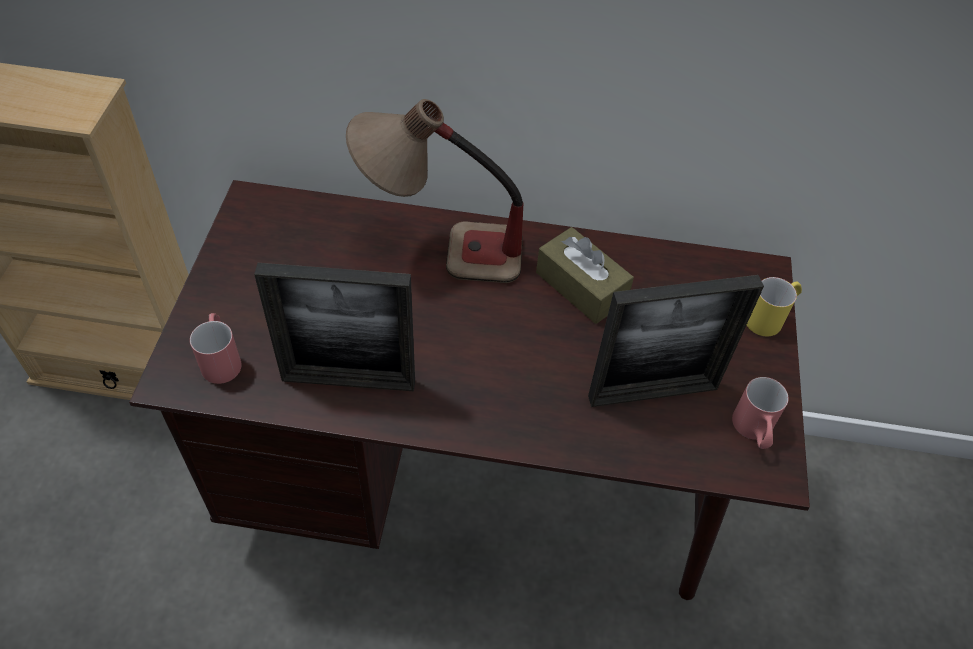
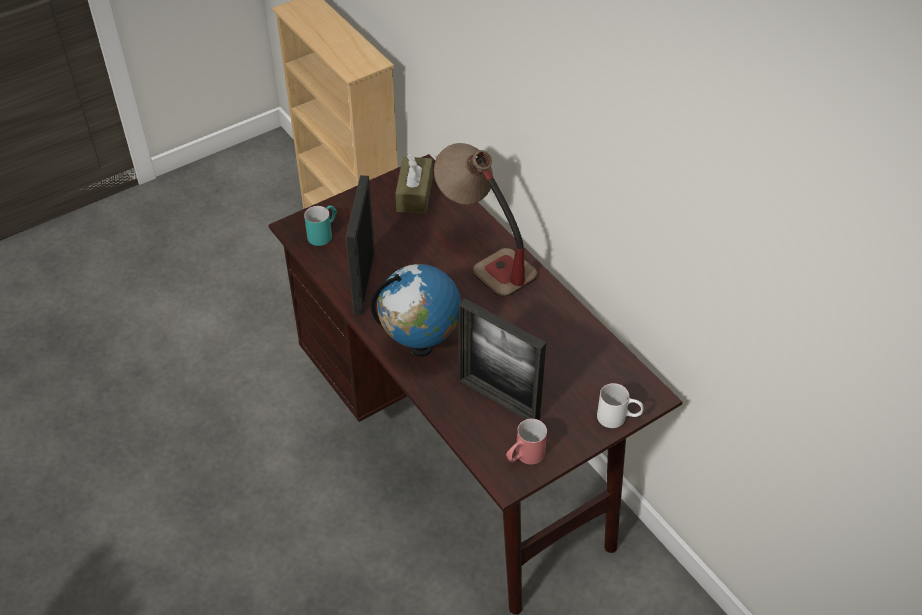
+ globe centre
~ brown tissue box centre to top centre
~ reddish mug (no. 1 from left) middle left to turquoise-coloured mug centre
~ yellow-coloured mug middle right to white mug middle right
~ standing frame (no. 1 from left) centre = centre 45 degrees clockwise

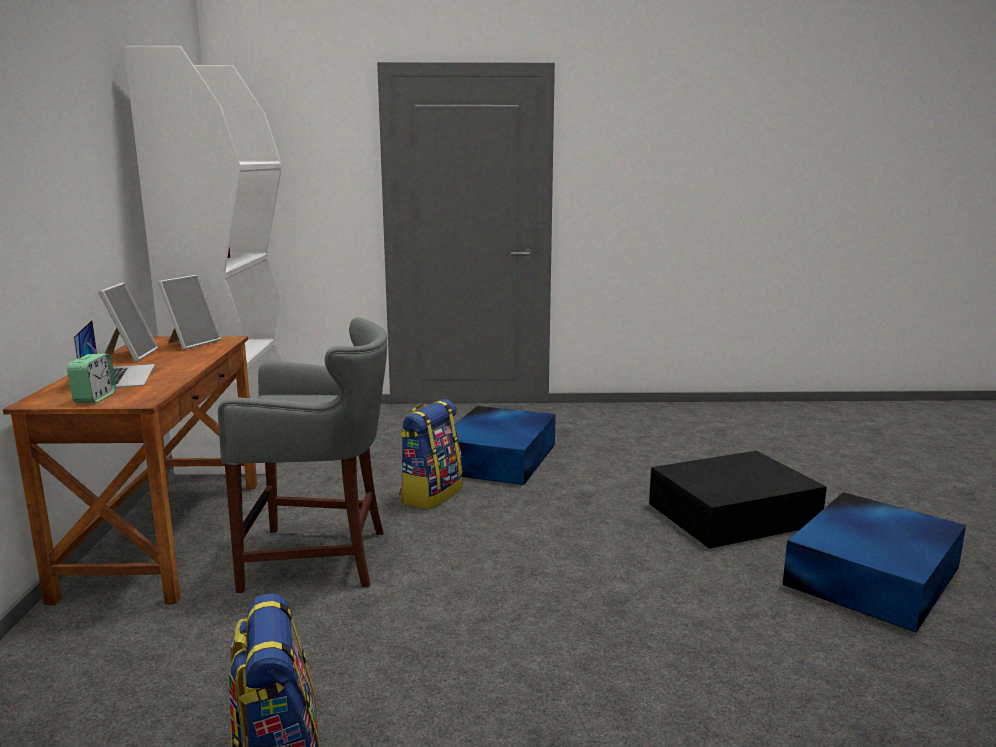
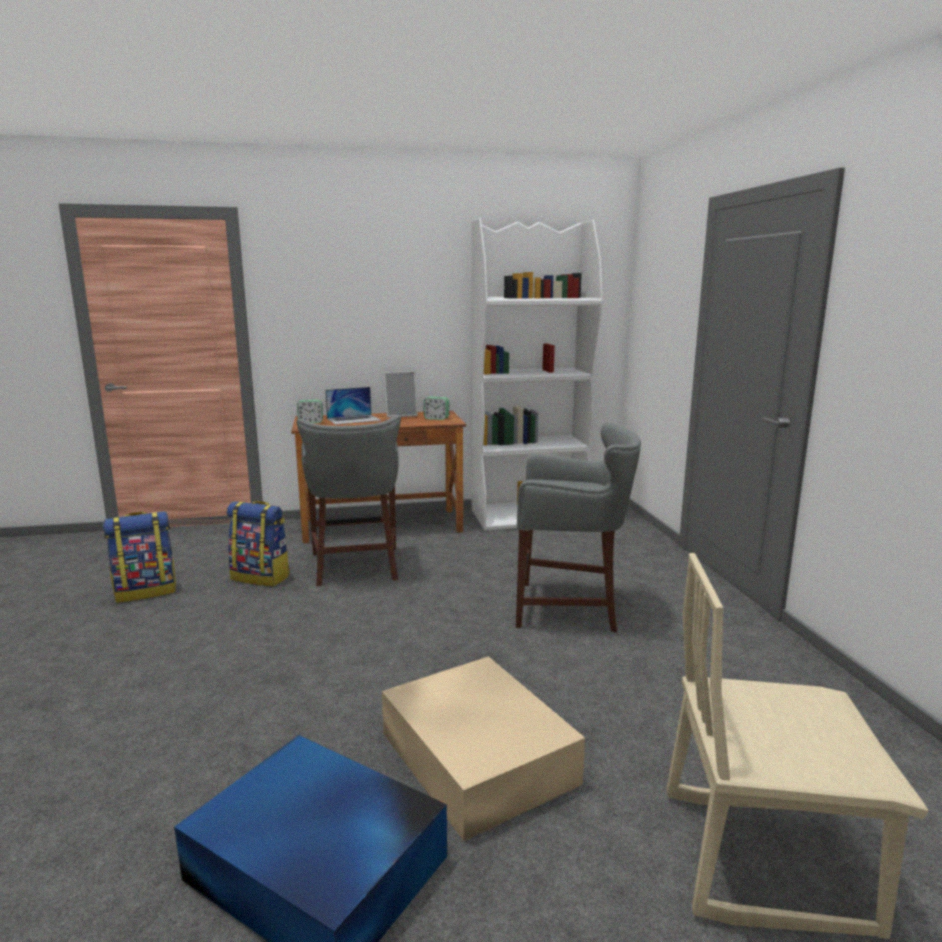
+ beige upright chair bottom right
~ knapsack (no. 2 from left) centre to middle left
~ standing frame (no. 2 from left) middle left to bedside clock (no. 2 from left) centre
~ blue storage bin (no. 1 from left) centre to grey stool seat (no. 2 from left) centre
~ blackish storage bin bottom right to beige storage bin bottom centre

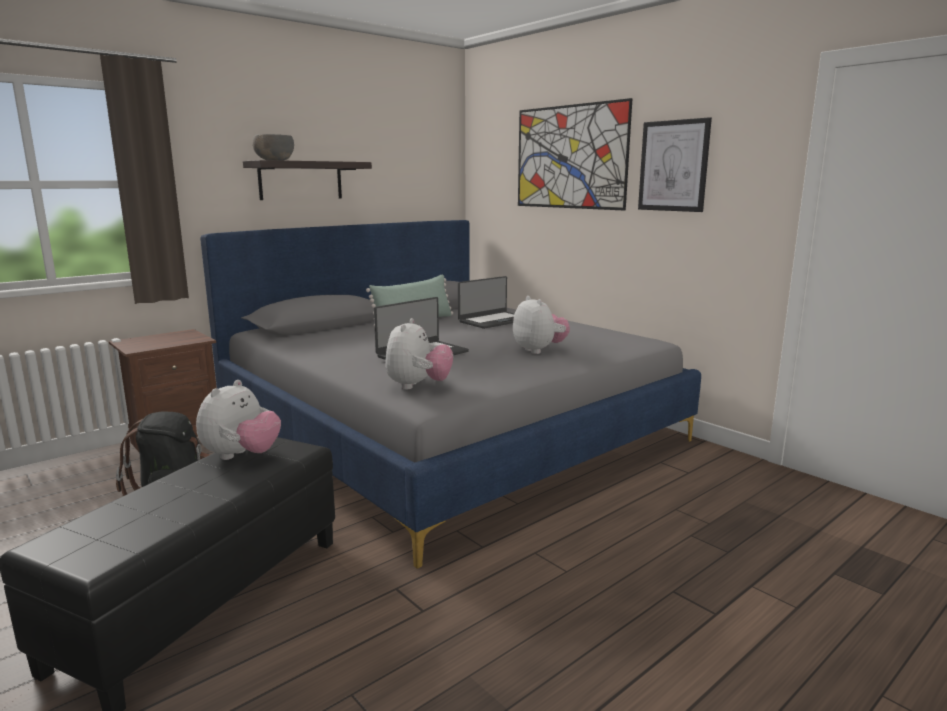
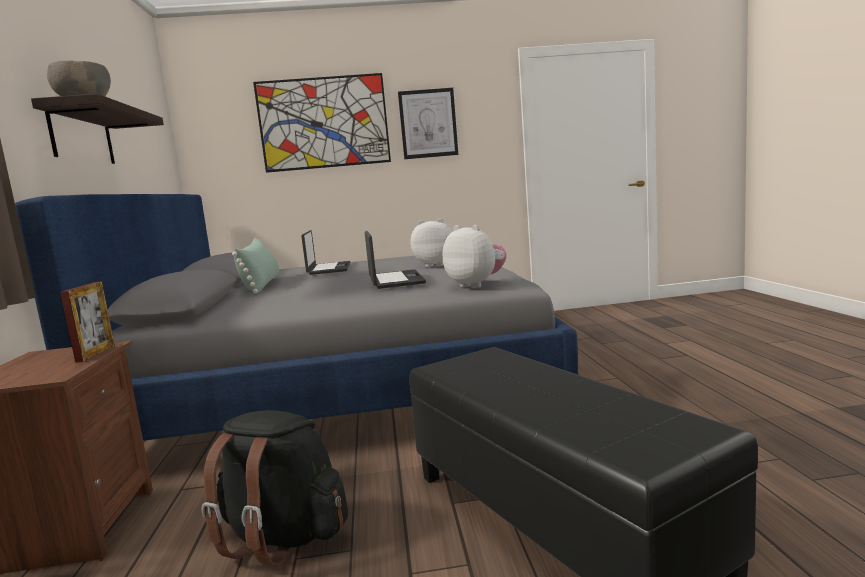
- plush toy (no. 1 from left) middle left
+ standing frame middle left

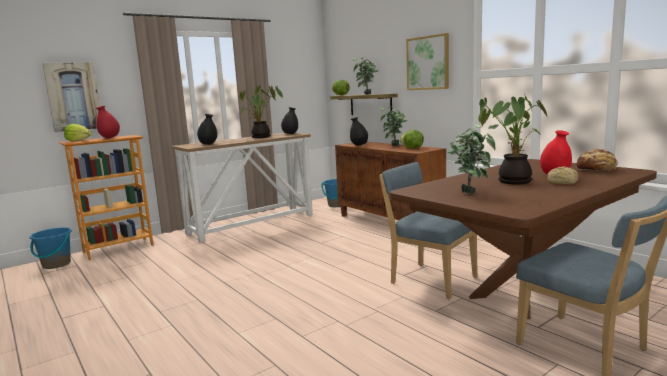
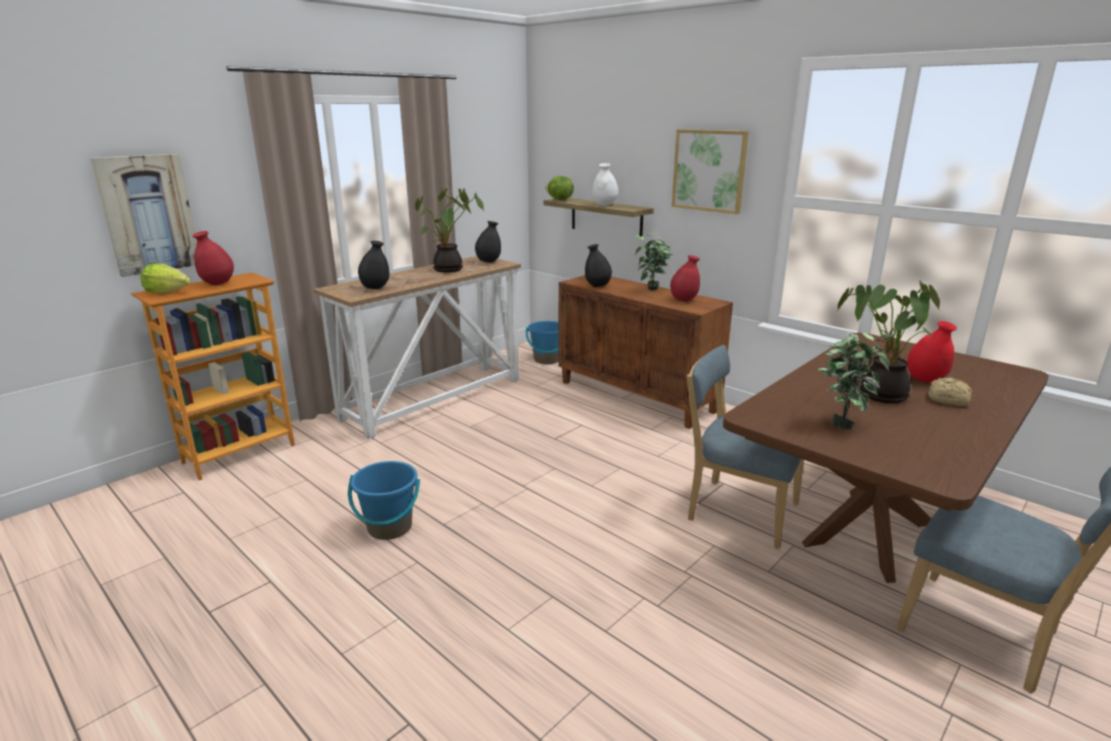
- baked bread (no. 2 from left) middle right
~ blue bucket (no. 1 from left) middle left to bottom centre
~ potted plant (no. 2 from left) top centre to white flower vase top centre
~ head of lettuce (no. 3 from left) centre to reddish flower vase (no. 2 from left) centre

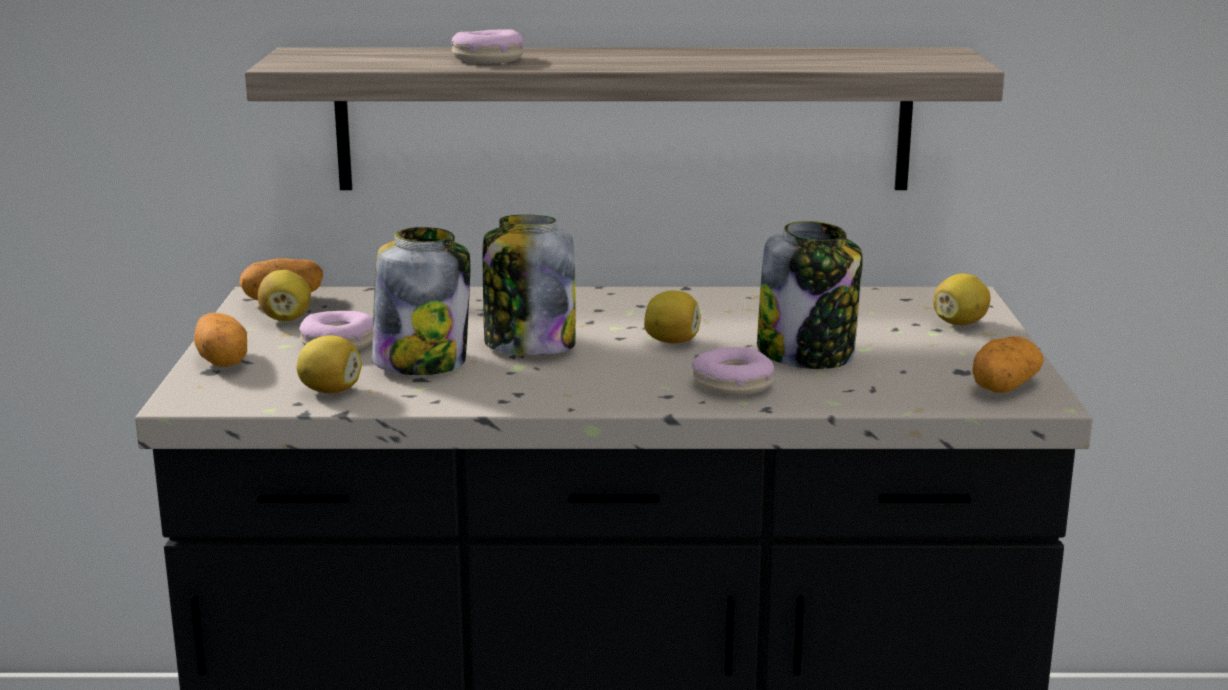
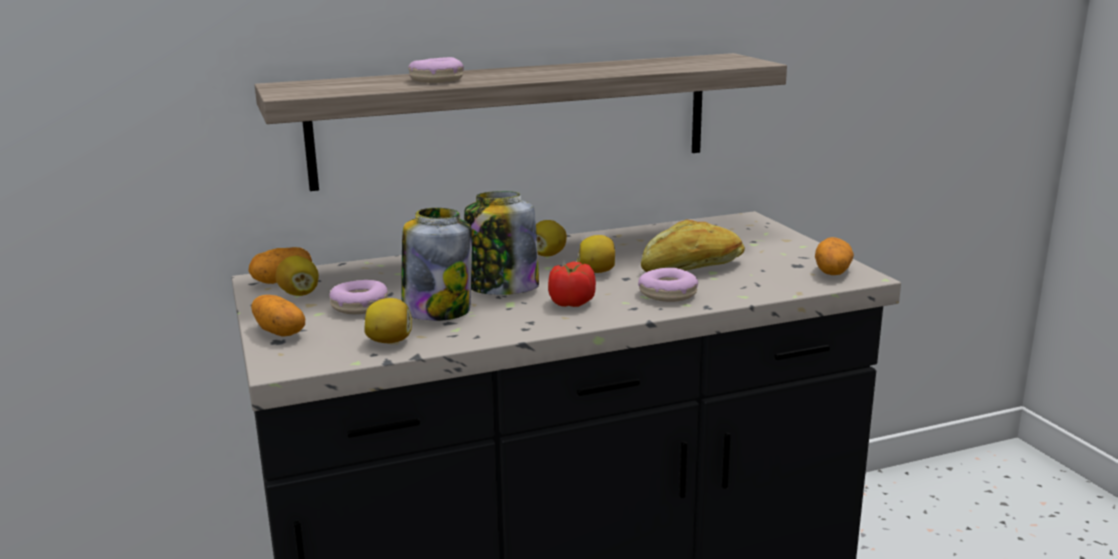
+ fresh tomato centre
~ lemon (no. 4 from left in the first image) middle right to lemon (no. 3 from left) centre
~ preserve jar (no. 3 from left) centre to baked bread centre

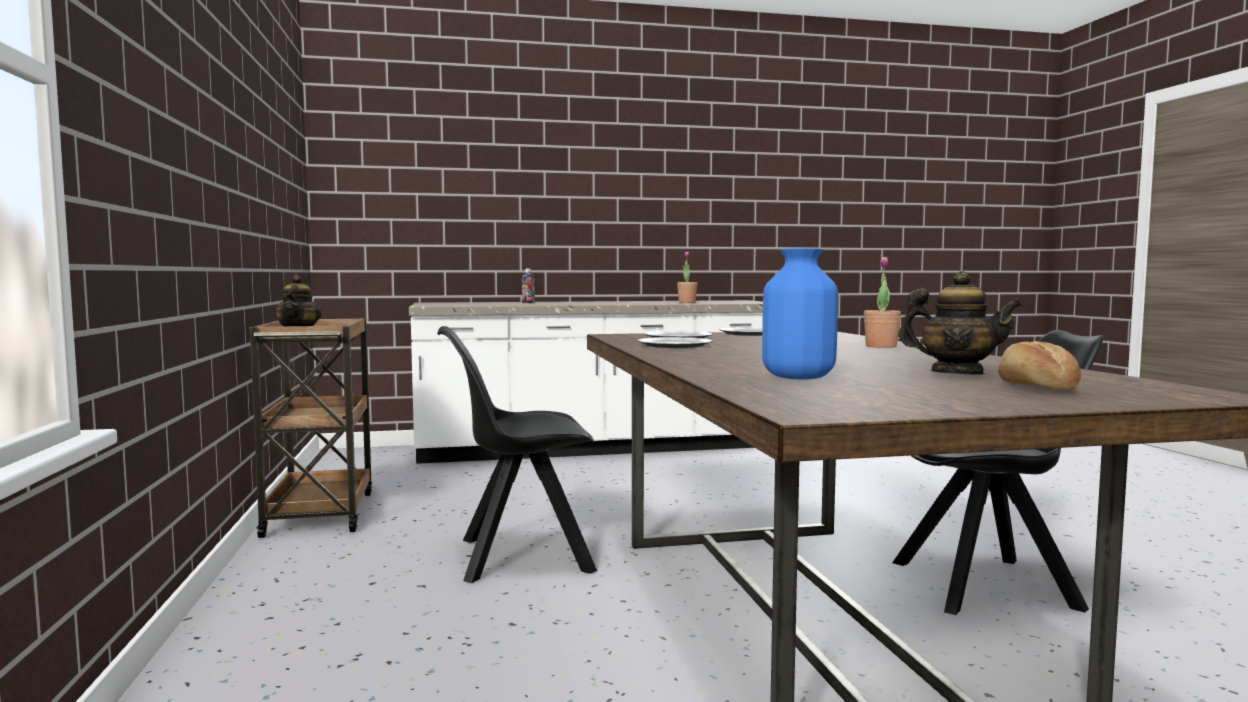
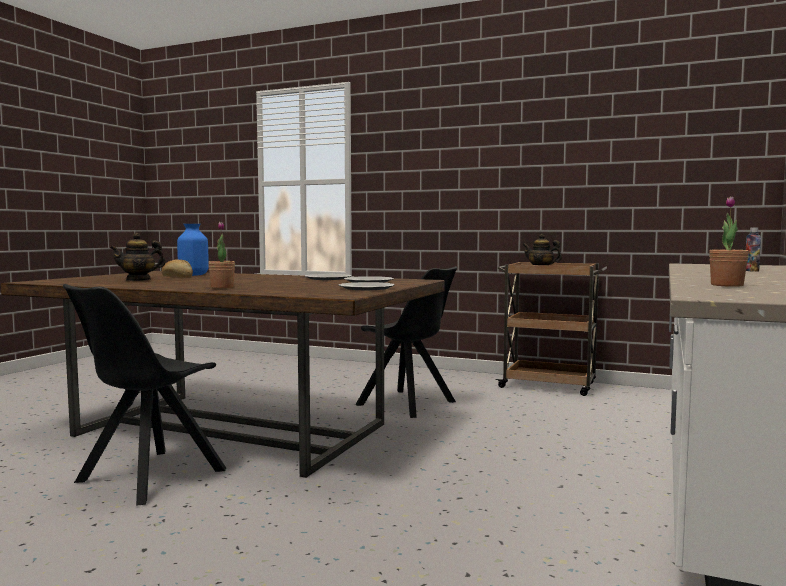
~ baked bread middle right to middle left
~ blackish upright chair (no. 1 from left in the first image) centre = centre 105 degrees clockwise

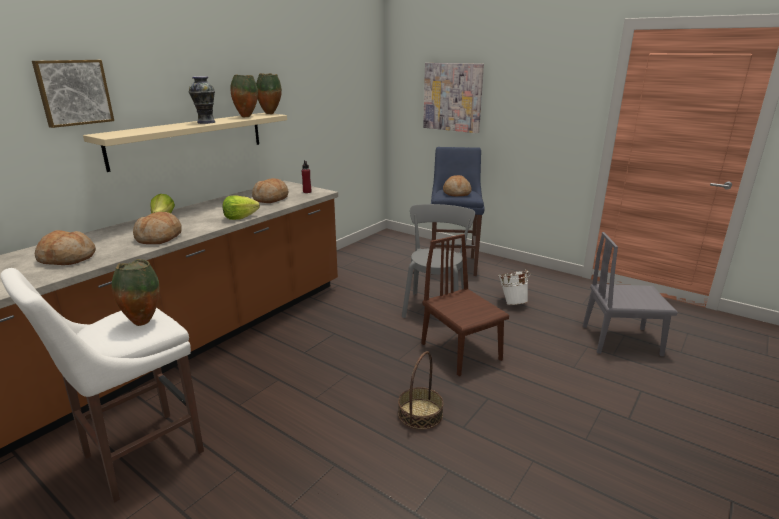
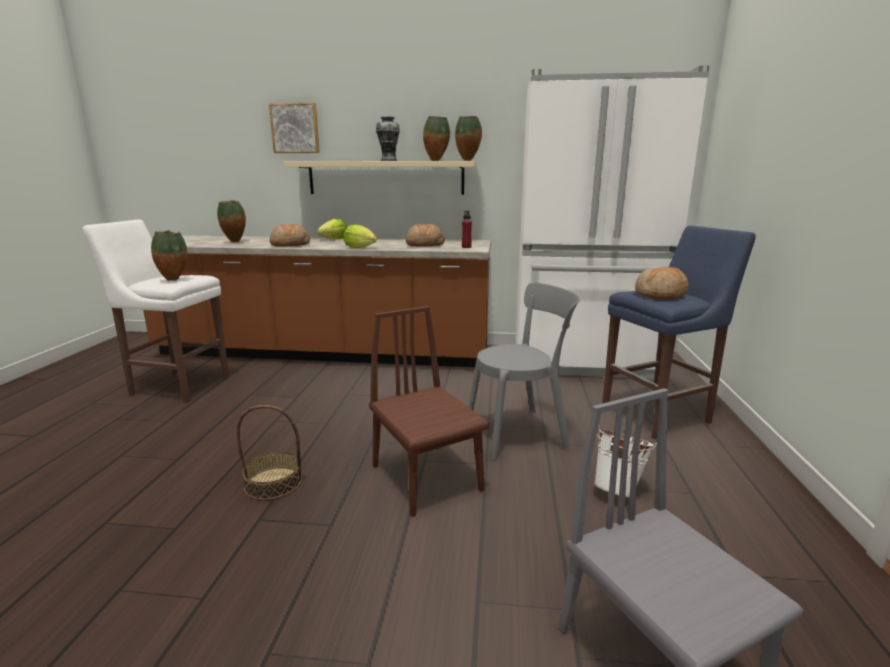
- wall art (no. 2 from left) top centre
+ white kitchen fridge top right
~ baked bread (no. 1 from left) middle left to flower vase (no. 2 from left) top left
~ brown upright chair centre = centre 60 degrees counterclockwise

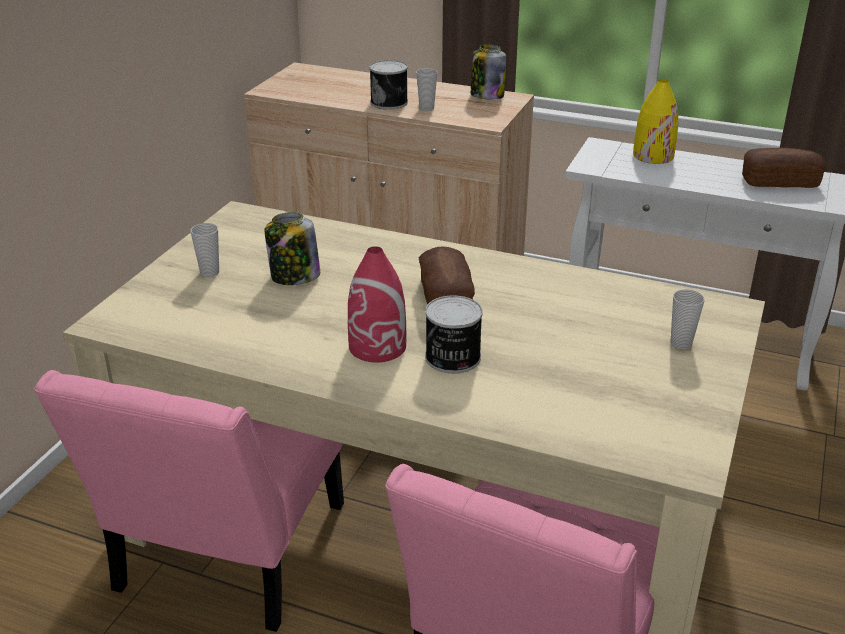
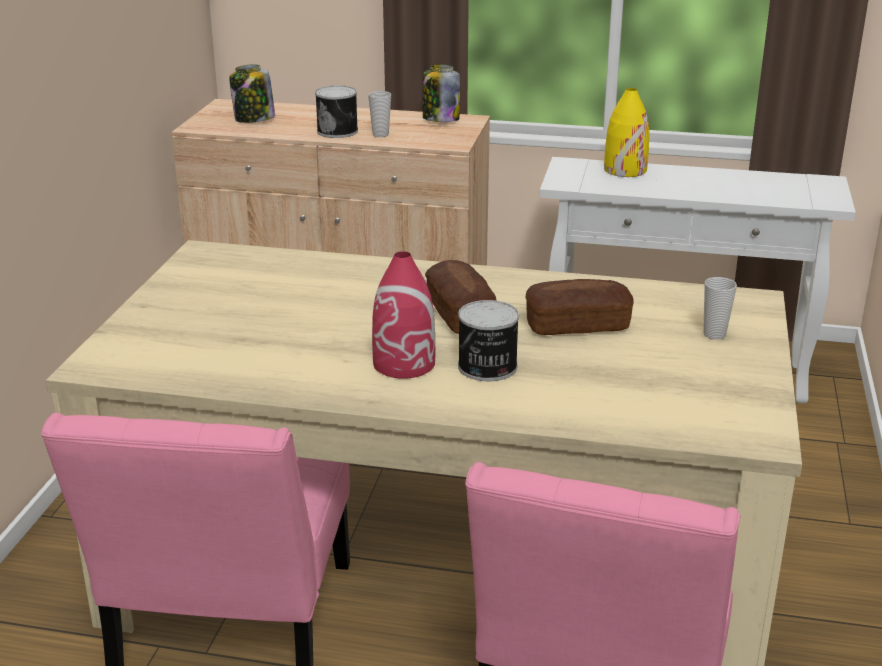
- small cup (no. 1 from left) middle left
~ preserve jar (no. 1 from left) centre to top left
~ baked bread (no. 2 from left) top right to centre

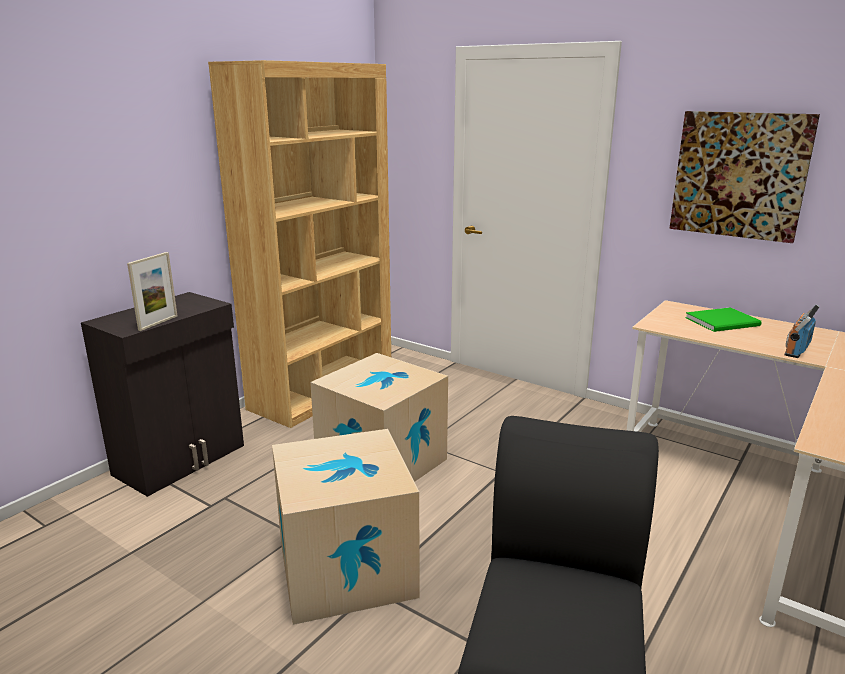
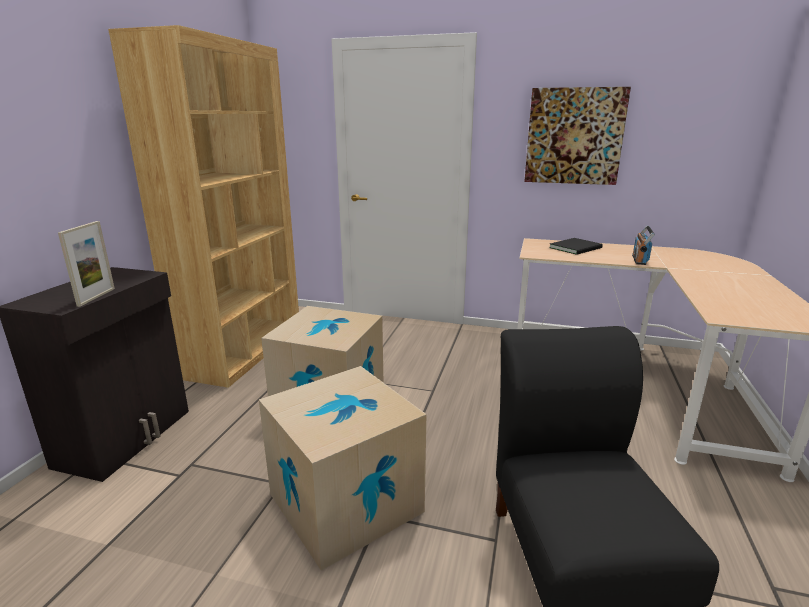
~ green bound book middle right to blackish bound book middle right

